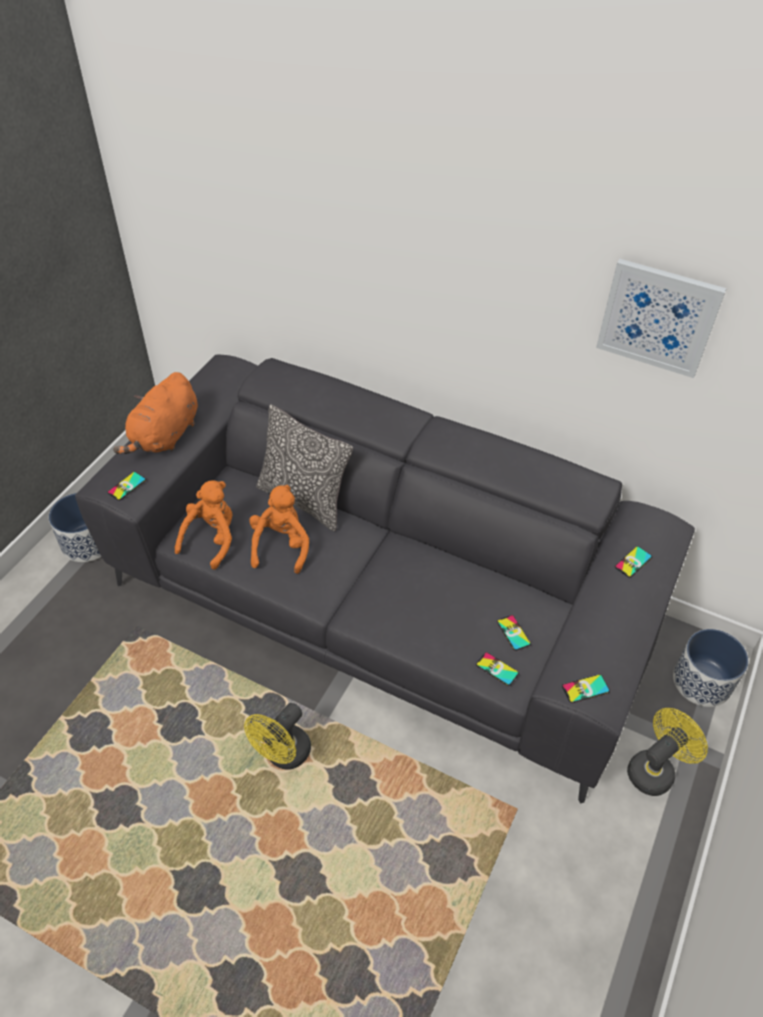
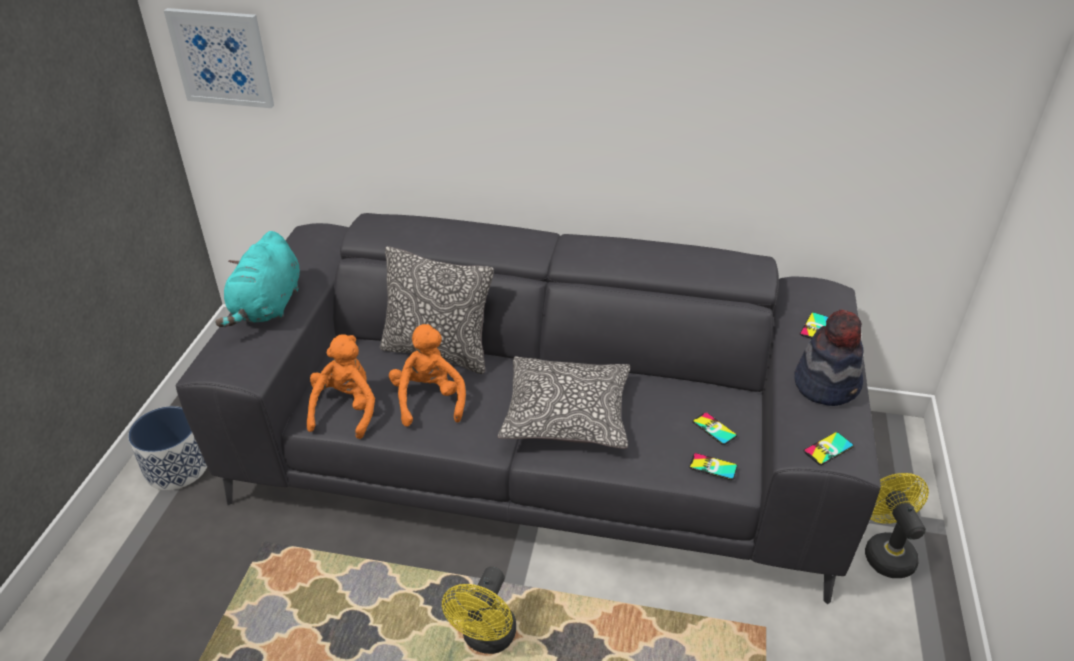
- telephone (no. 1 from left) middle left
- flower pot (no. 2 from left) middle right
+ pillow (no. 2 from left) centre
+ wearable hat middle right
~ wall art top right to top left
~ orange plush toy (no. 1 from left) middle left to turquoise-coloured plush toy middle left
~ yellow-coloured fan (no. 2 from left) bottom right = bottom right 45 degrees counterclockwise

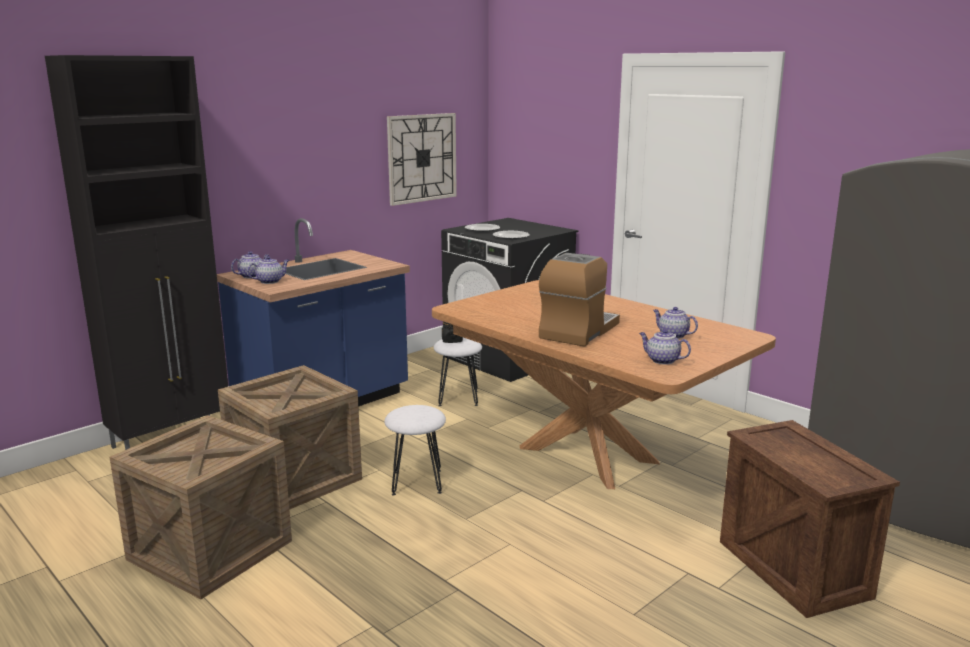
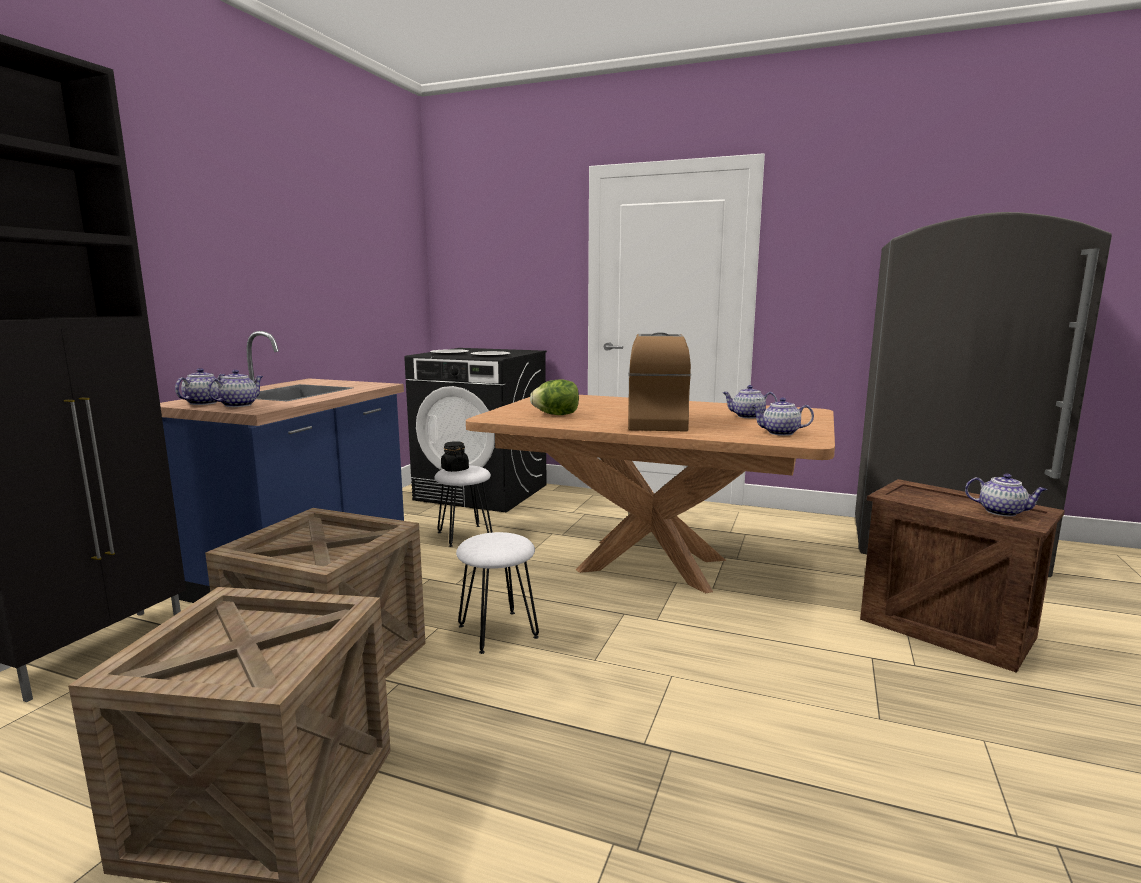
- hanging clock top centre
+ head of lettuce centre
+ teapot (no. 5 from left) middle right

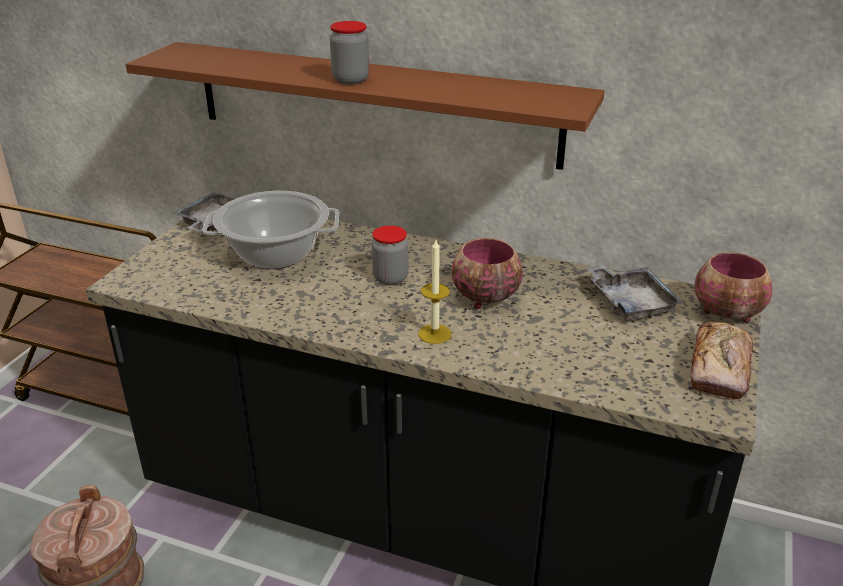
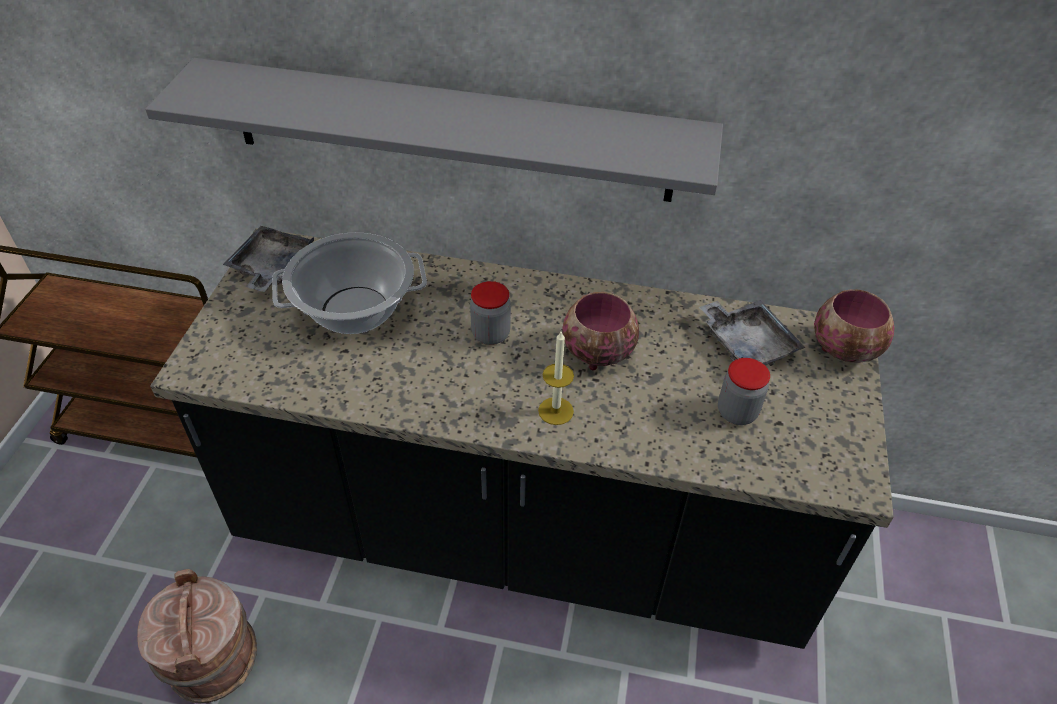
- baked bread middle right
~ preserve jar (no. 1 from left in the first image) top centre to preserve jar (no. 2 from left) middle right
~ brown wall shelf top centre to grey wall shelf top centre

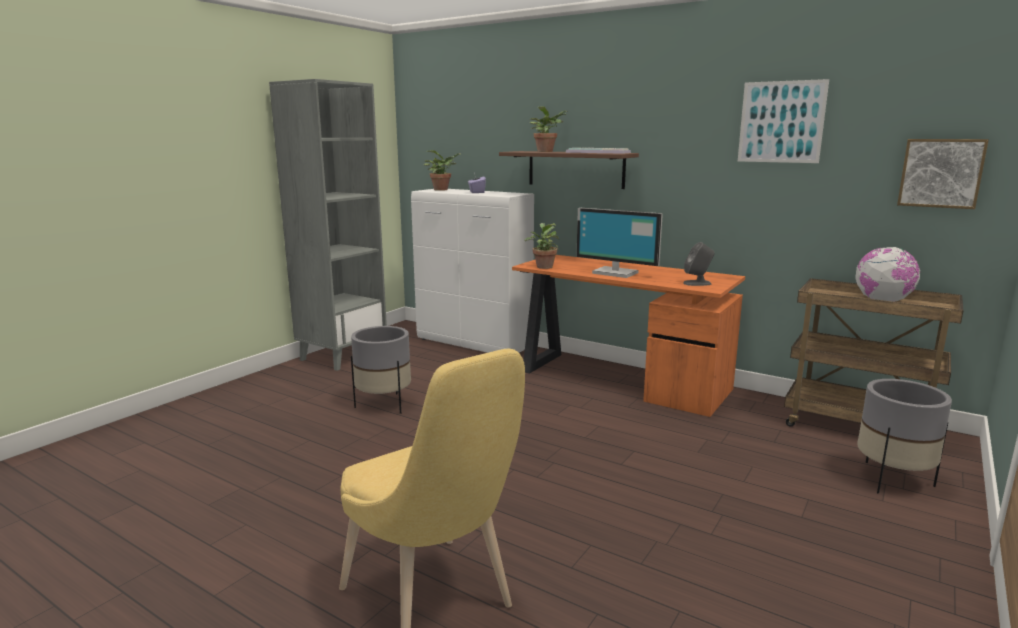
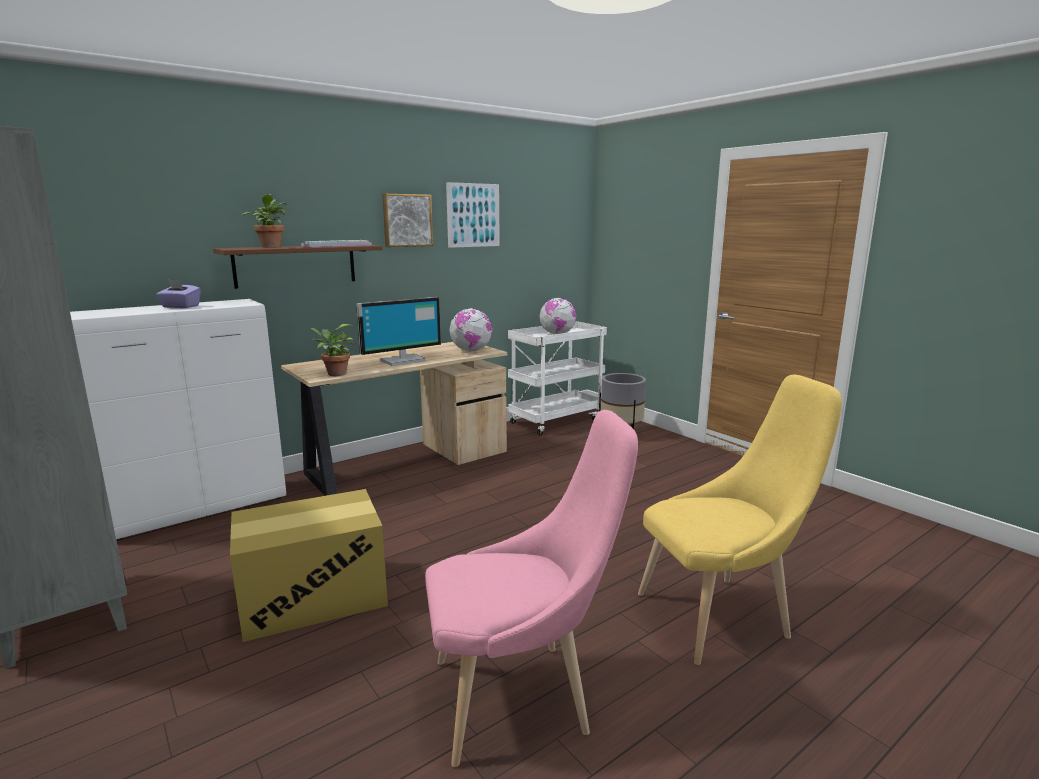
- potted plant (no. 1 from left) top centre
+ pinkish upright chair bottom centre
~ wall art (no. 2 from left in the first image) top right to wall art (no. 1 from left) top centre
~ grey flower pot (no. 1 from left) centre to cardboard box bottom left
~ grey loudspeaker middle right to globe (no. 1 from left) centre
~ orange desk unit centre to beige desk unit centre
~ brown wheeled cart middle right to white wheeled cart centre

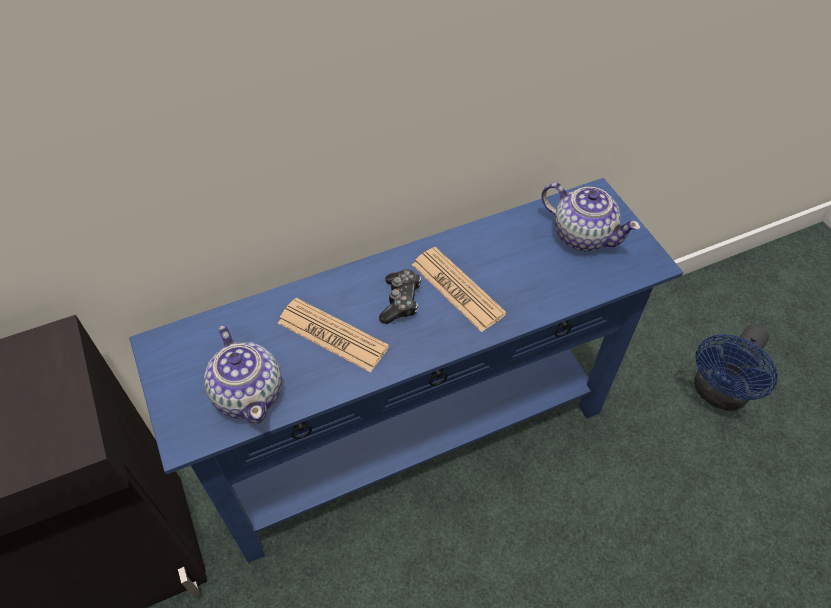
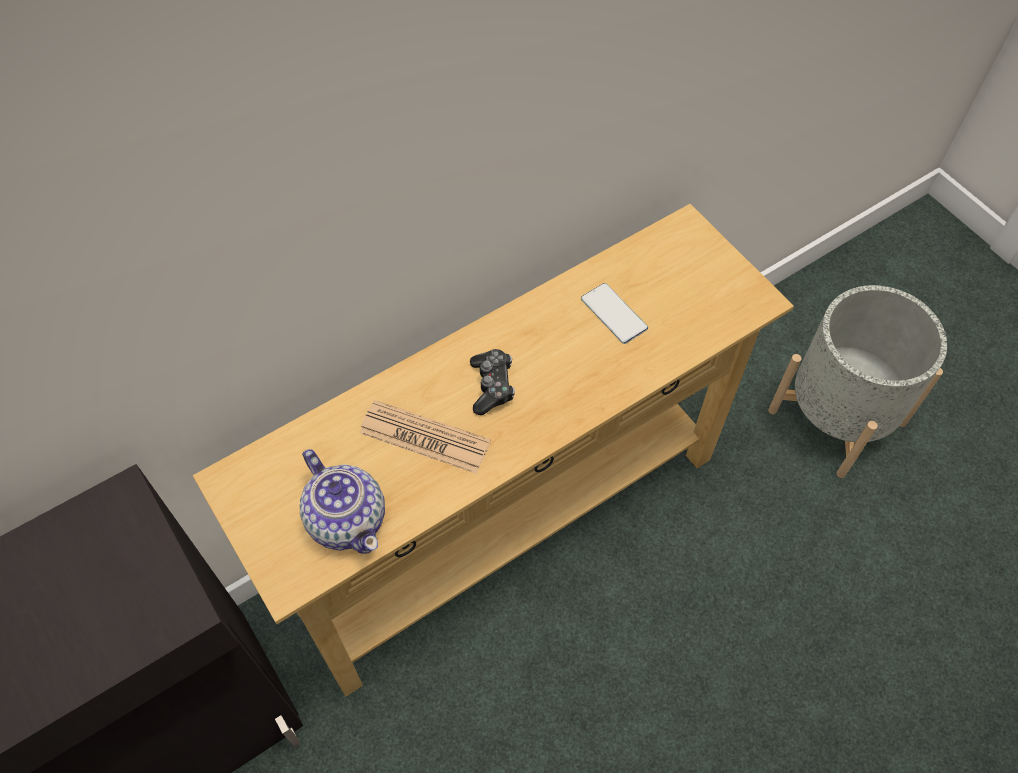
- printed paper (no. 2 from left) centre
- teapot (no. 2 from left) middle right
+ telephone centre
~ blue fan middle right to grey flower pot middle right
~ blue narrow table centre to beige narrow table centre

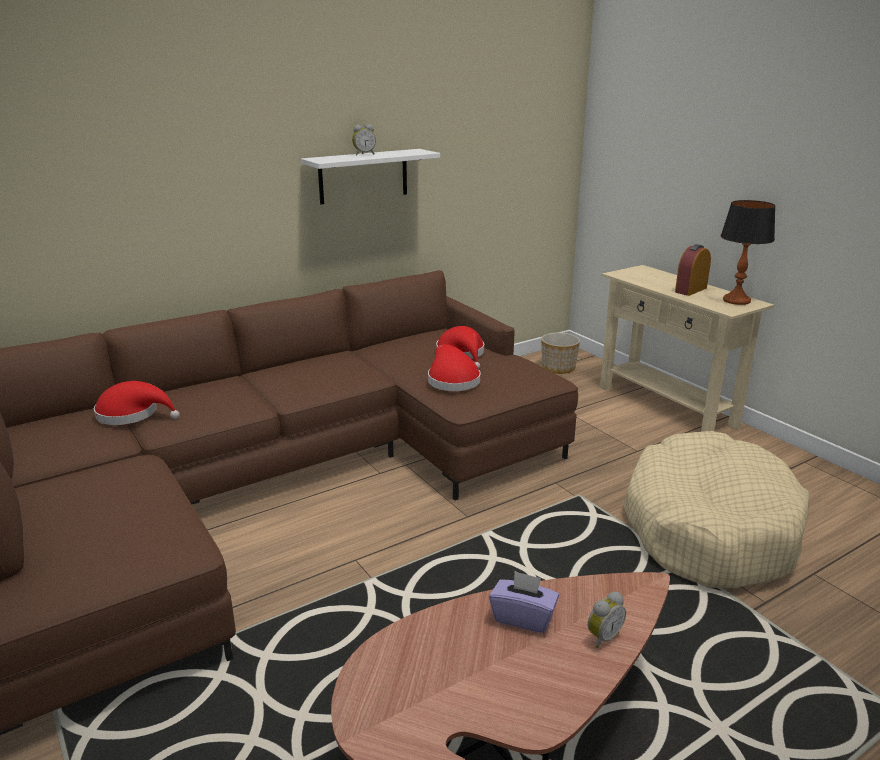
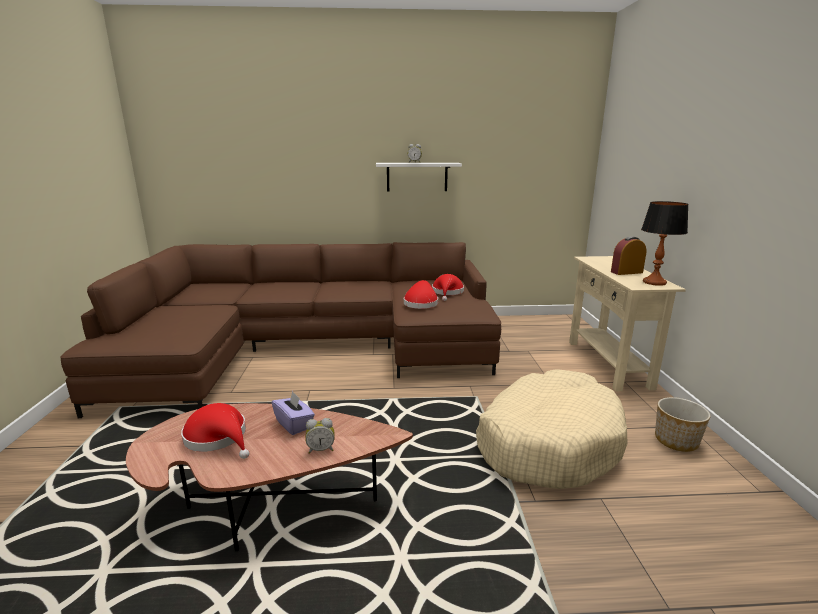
~ reddish wearable hat (no. 1 from left) middle left to bottom left
~ flower pot centre to bottom right

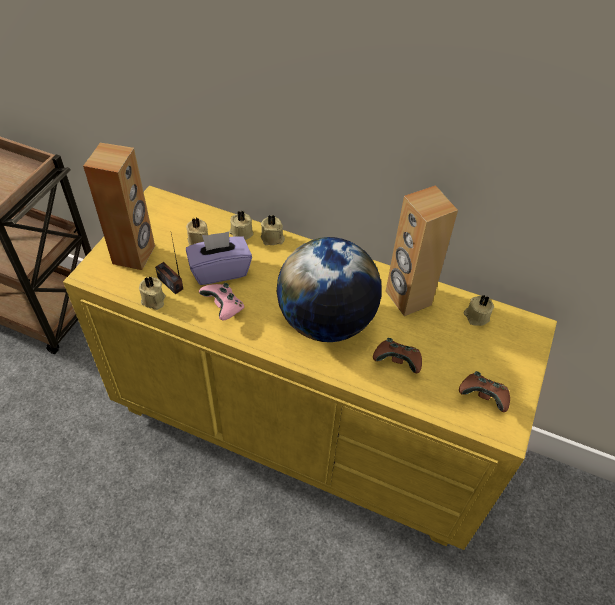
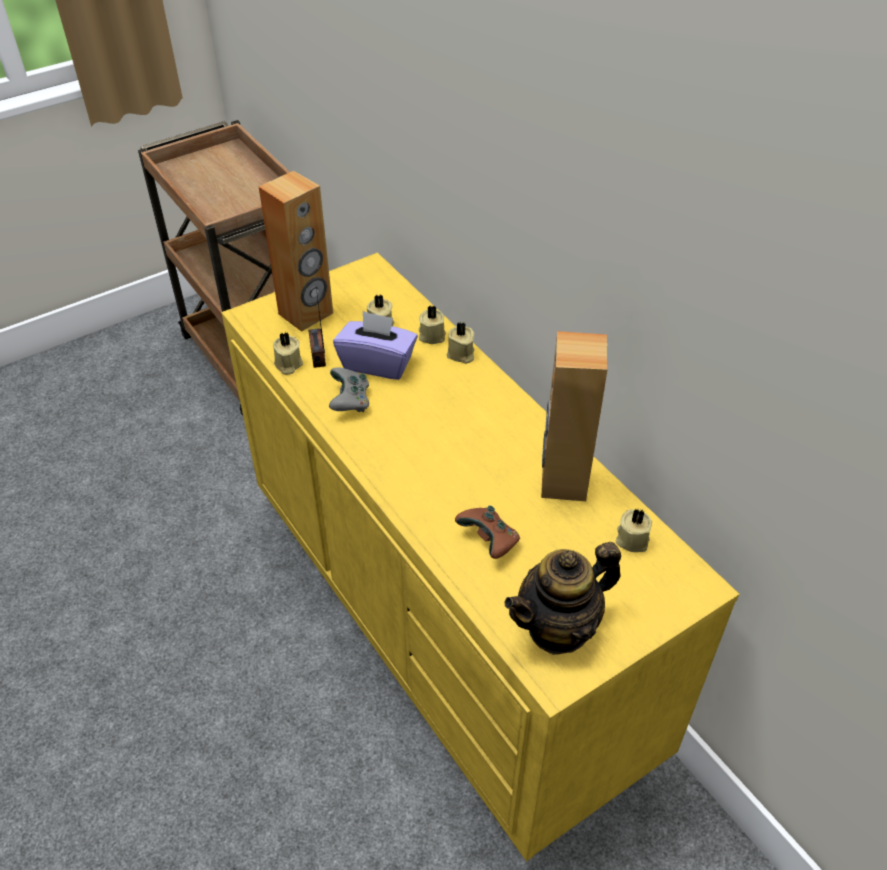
- globe centre
~ brown game controller (no. 2 from left) middle right to teapot bottom centre
~ pinkish game controller centre to grey game controller centre

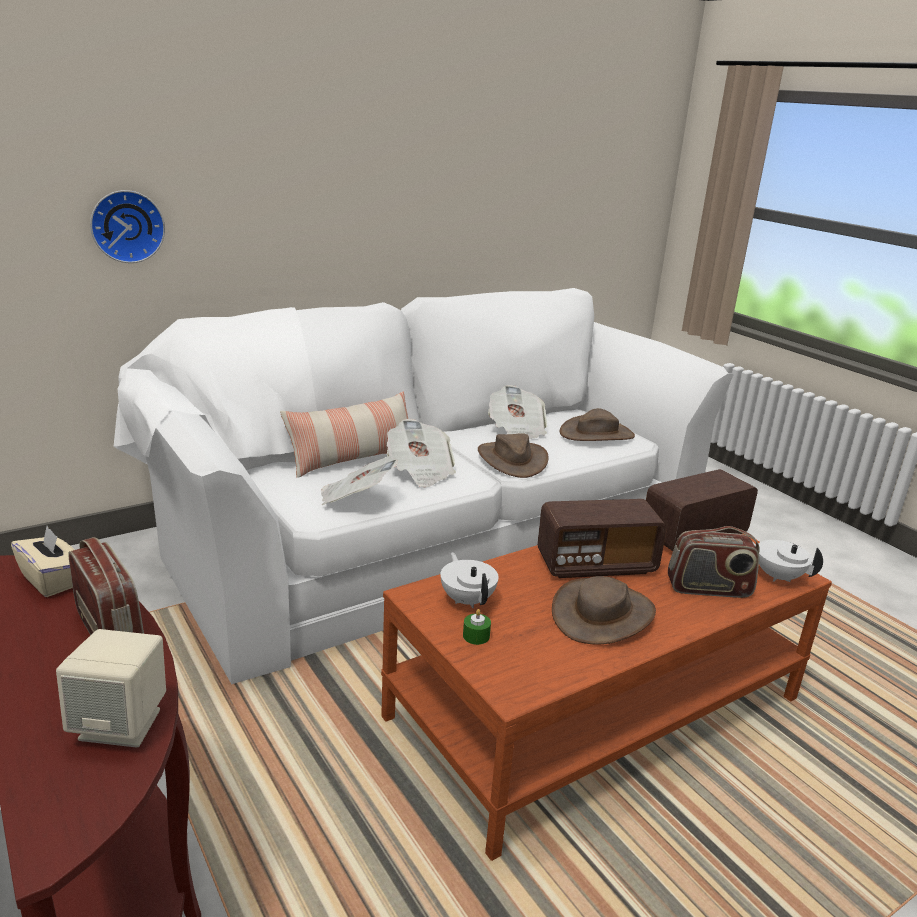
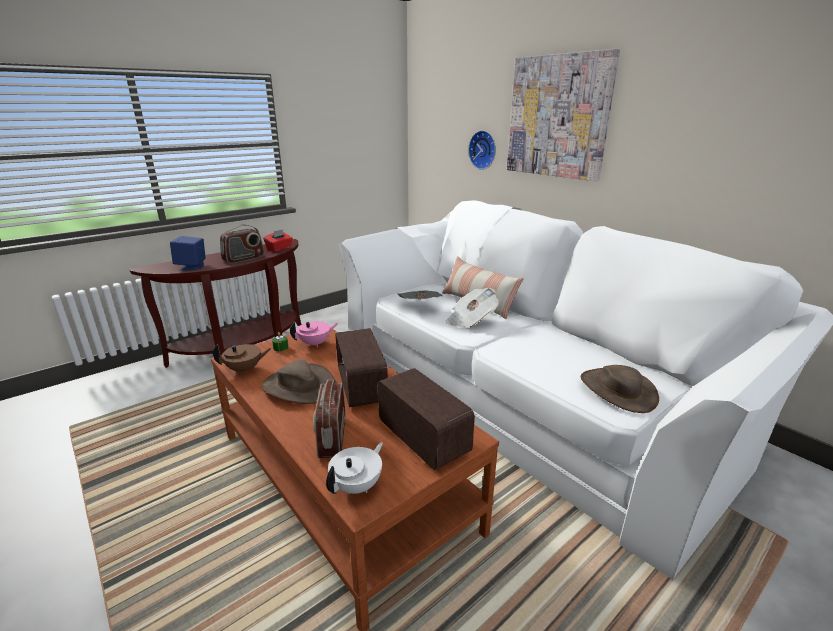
- brown wearable hat (no. 1 from left) centre
- printed paper (no. 3 from left) centre
+ brown teapot middle left
+ wall art top right
~ beige tissue box middle left to reddish tissue box centre
~ beige loudspeaker bottom left to blue loudspeaker middle left
~ white teapot (no. 1 from left) centre to pinkish teapot centre

